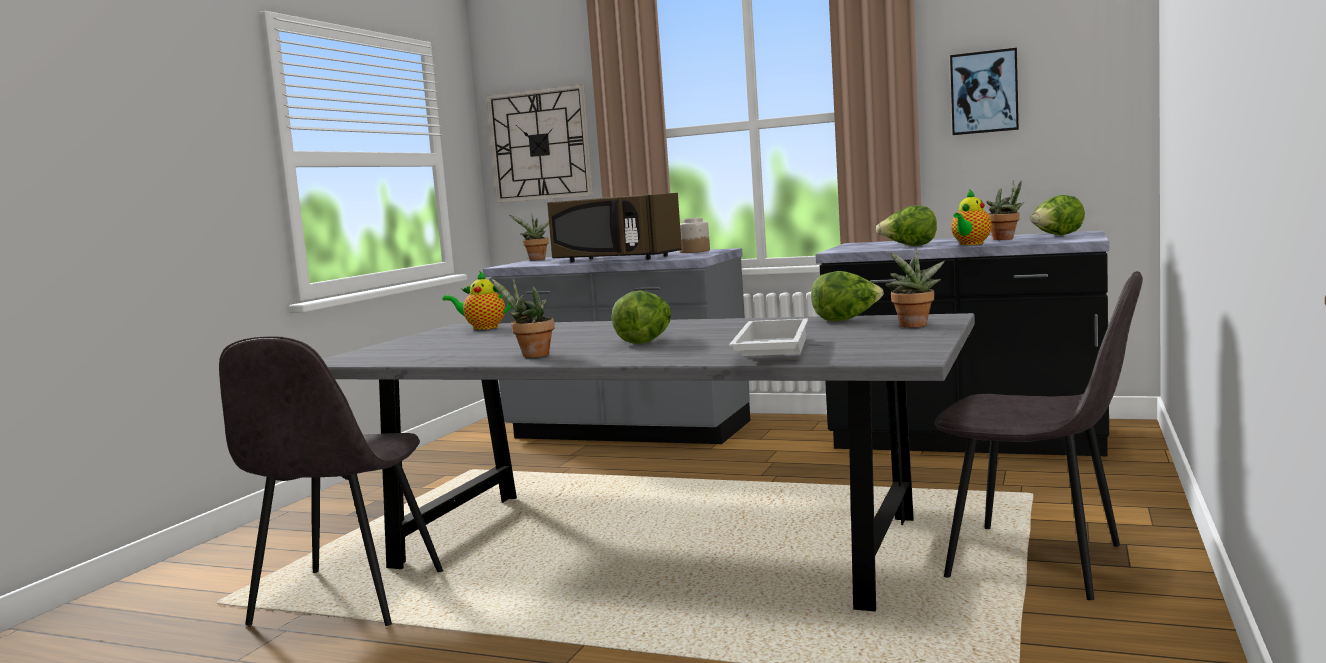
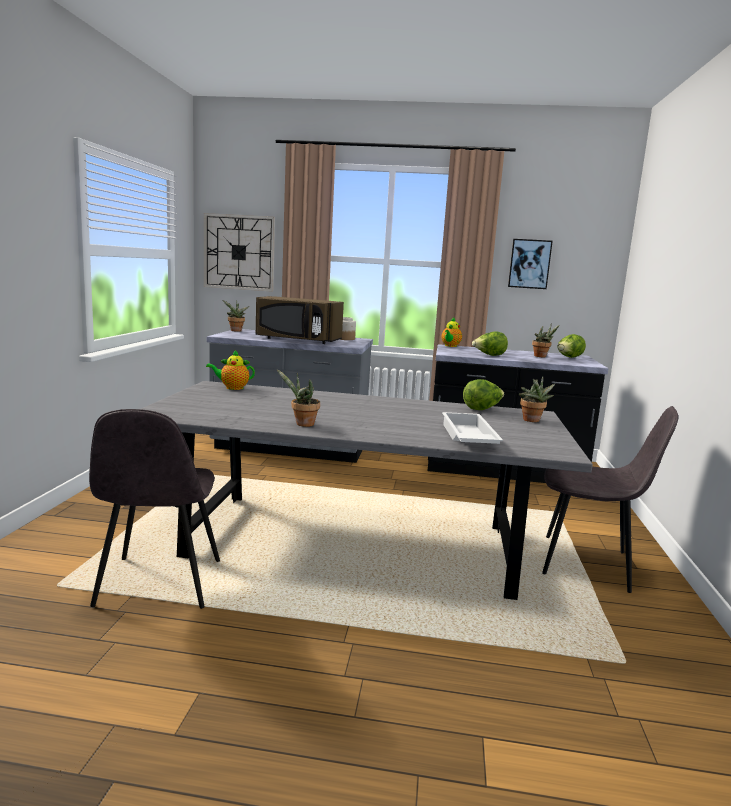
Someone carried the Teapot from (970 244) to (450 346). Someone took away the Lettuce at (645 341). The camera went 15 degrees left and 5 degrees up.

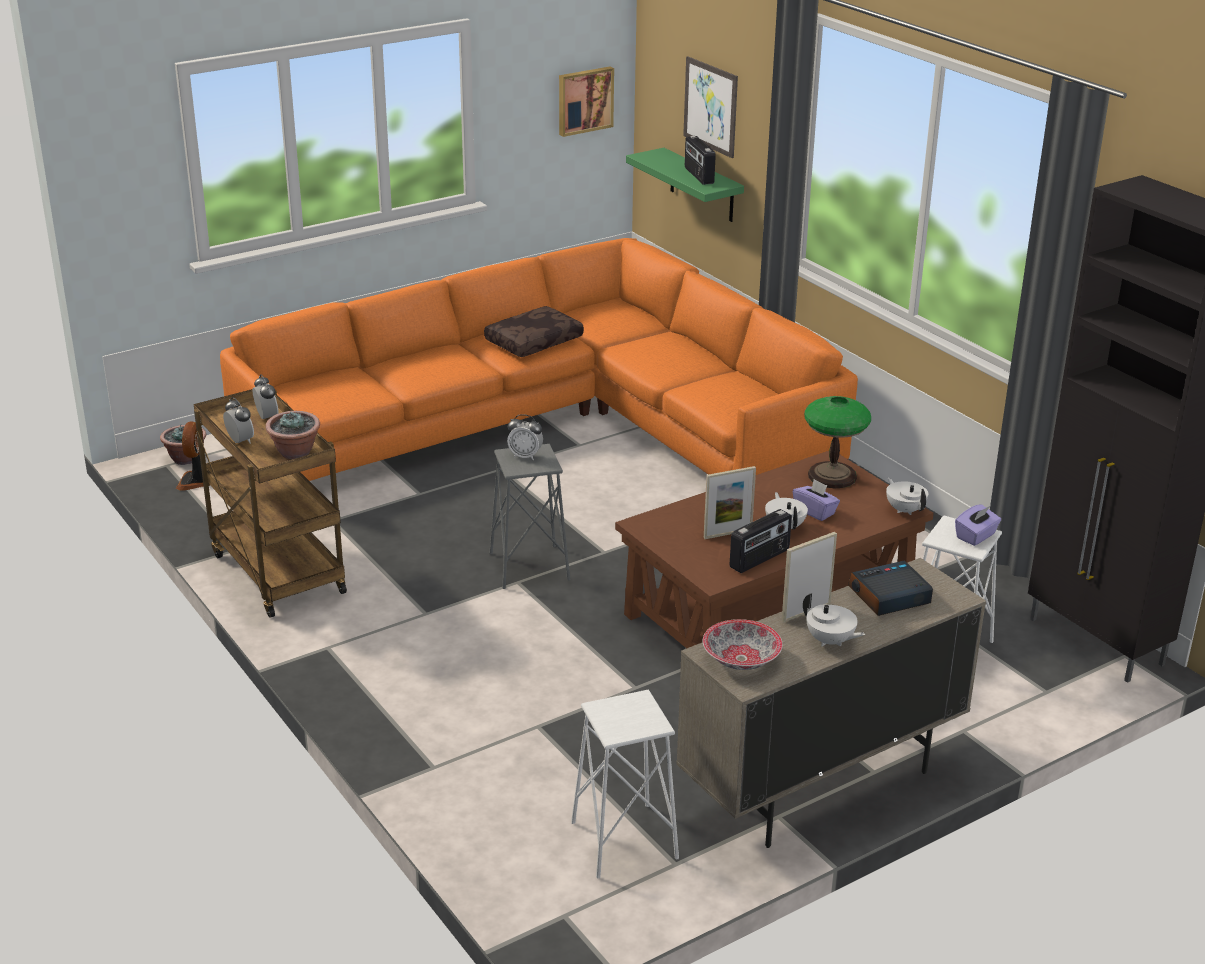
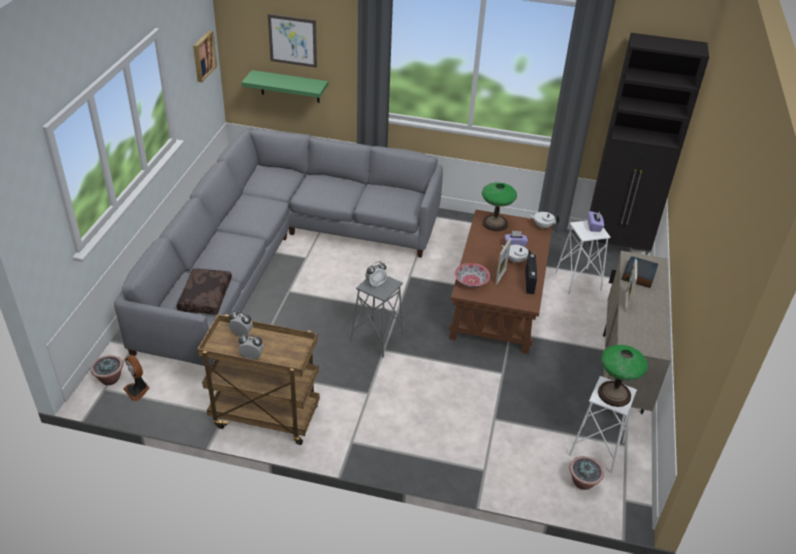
Someone took away the RadioSet at (698 176). Someone repainted the OrangeyCouch at (553 424), which became the GreyishCouch at (278 252). Someone carried the BrownPillow from (533 341) to (204 296). Someone carried the PottedPlant from (295 453) to (583 482). Someone took away the WhiteColouredTeapot at (830 641). Someone carried the DeepDish from (741 659) to (471 281). Someone put down the TabletopLamp at (614 394). The camera went 45 degrees left and 10 degrees up.

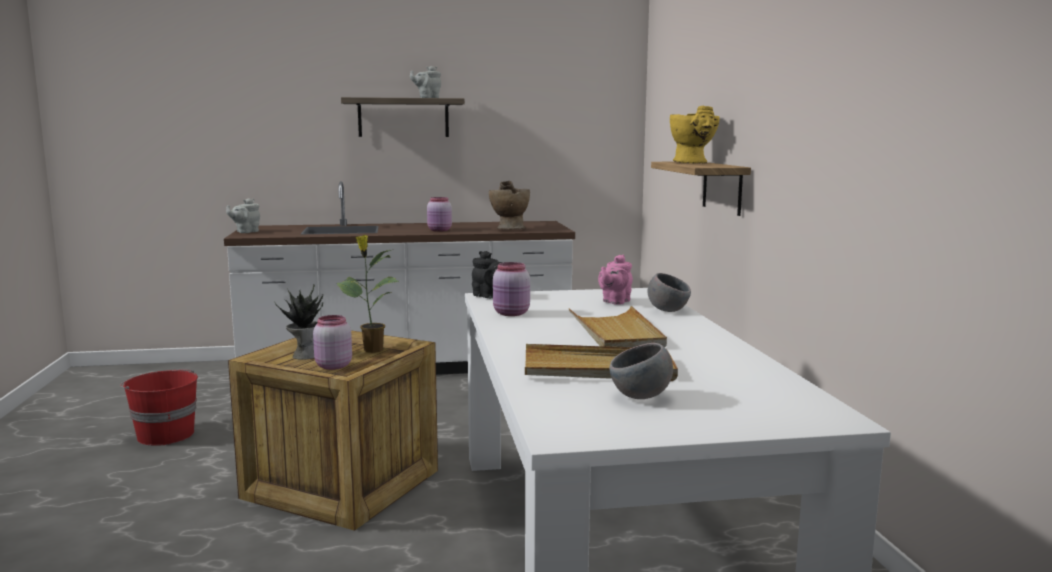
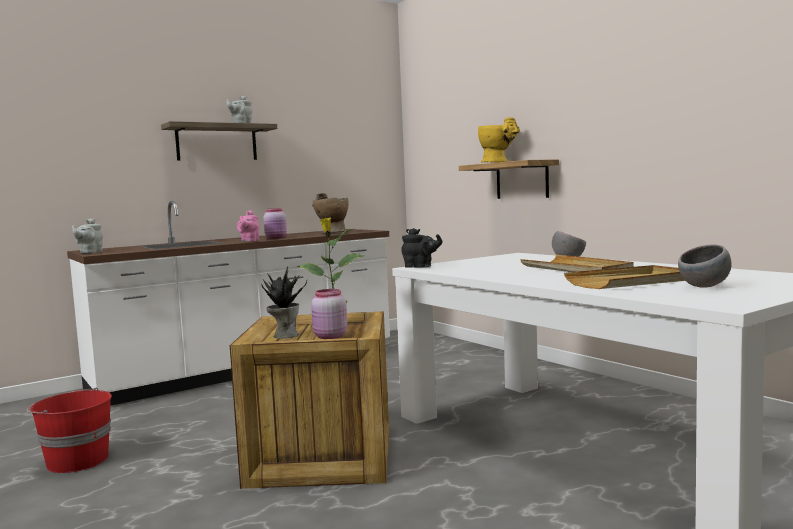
Someone carried the PinkTeapot from (615 301) to (249 241). Someone took away the PinkStorageJar at (511 313). The camera went 25 degrees left and 5 degrees down.

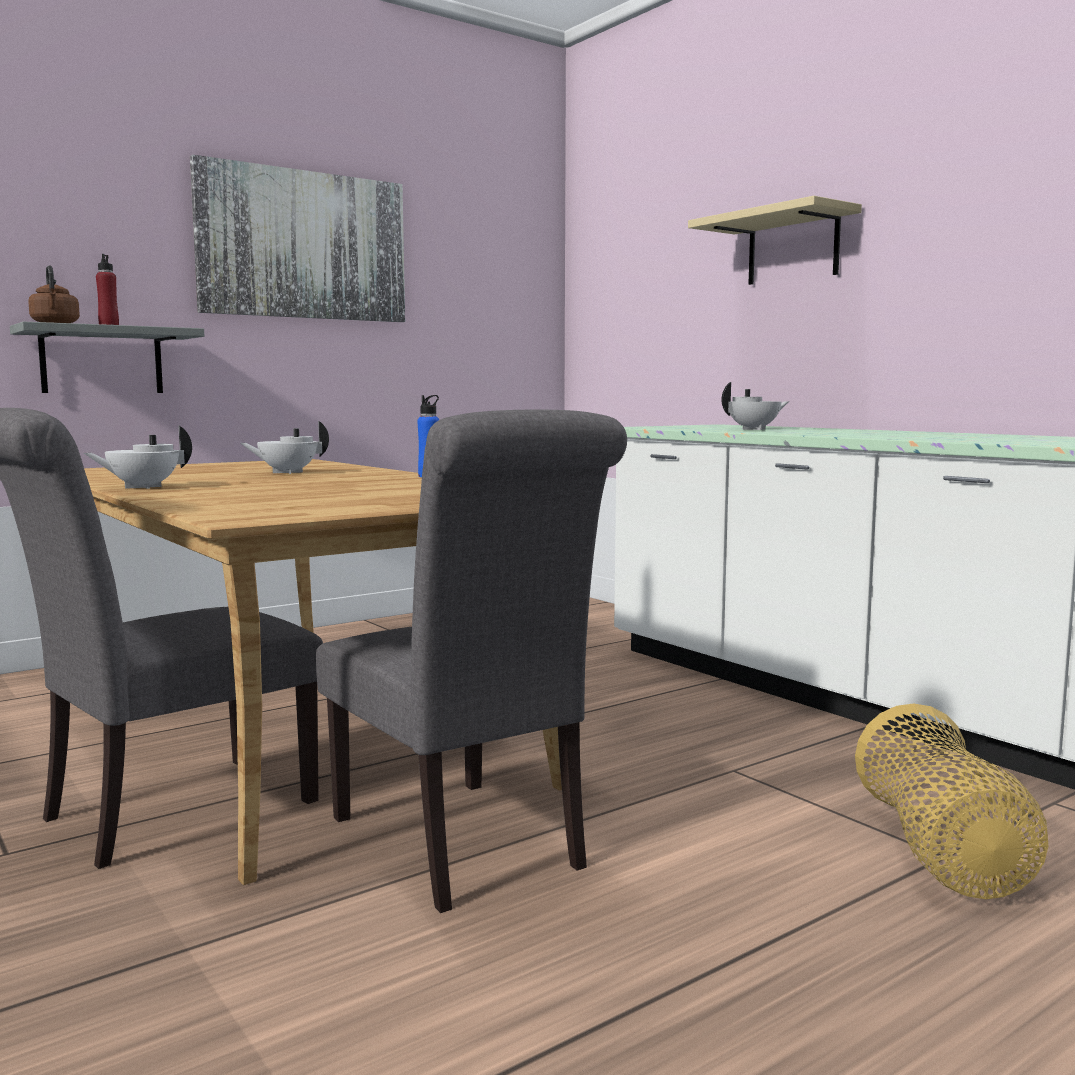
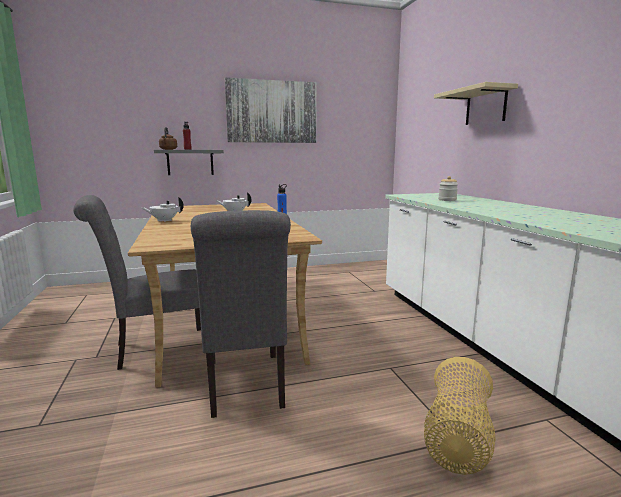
Someone swapped the WhiteColouredTeapot at (754 429) for the StorageJar at (447 200). The camera went 20 degrees right and 5 degrees up.

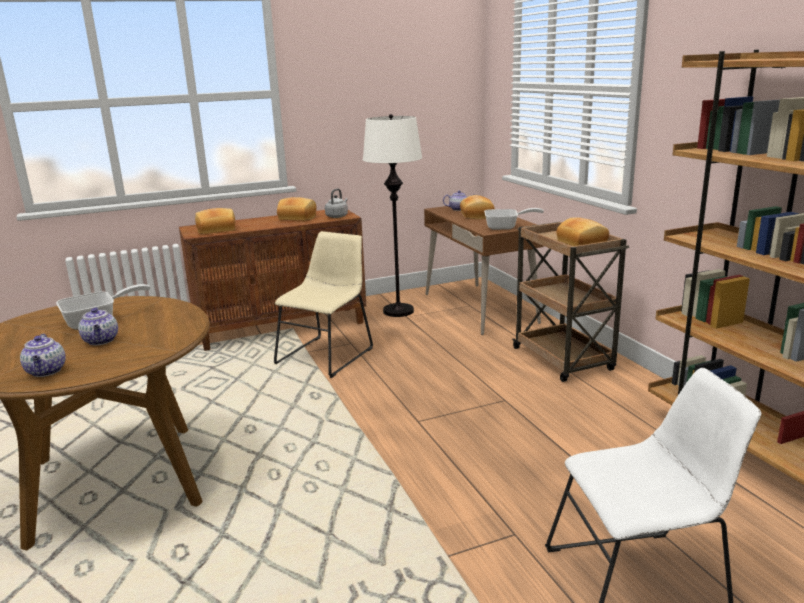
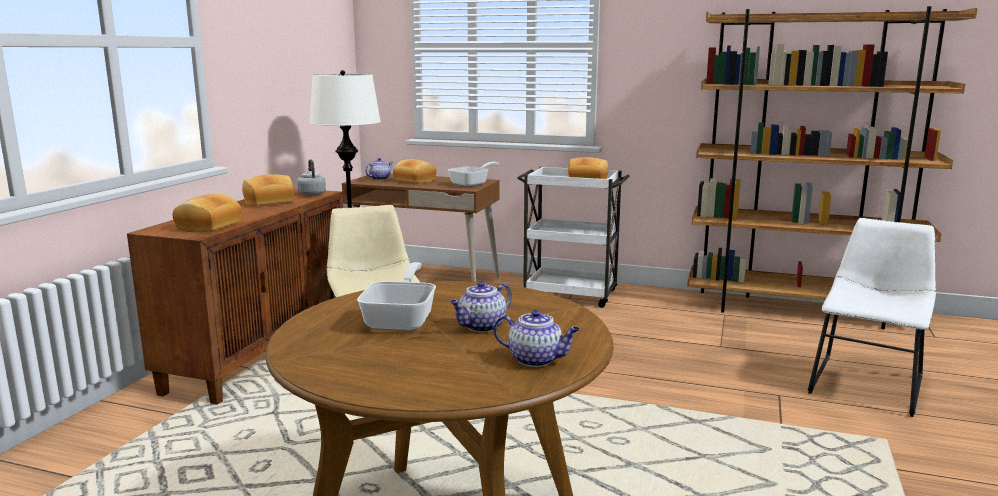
Someone repainted the BrownTrolley at (563 360), which became the WhiteColouredTrolley at (570 295). Someone rotated the Teapot at (101 341) by 120 degrees clockwise. The camera went 50 degrees left and 5 degrees down.

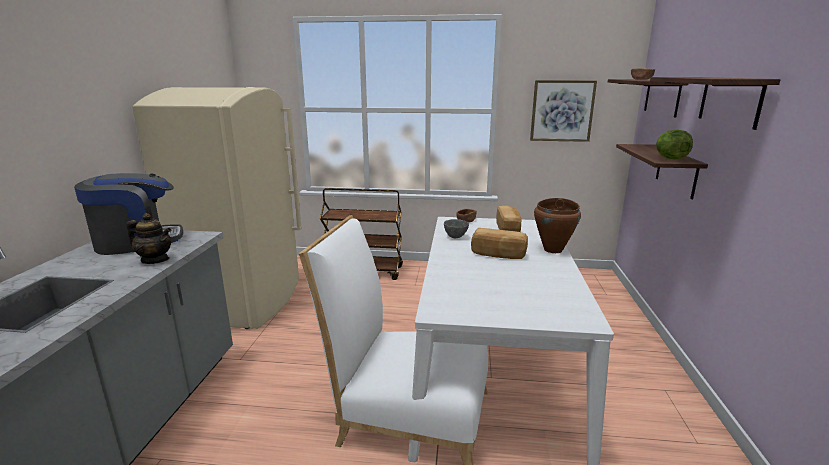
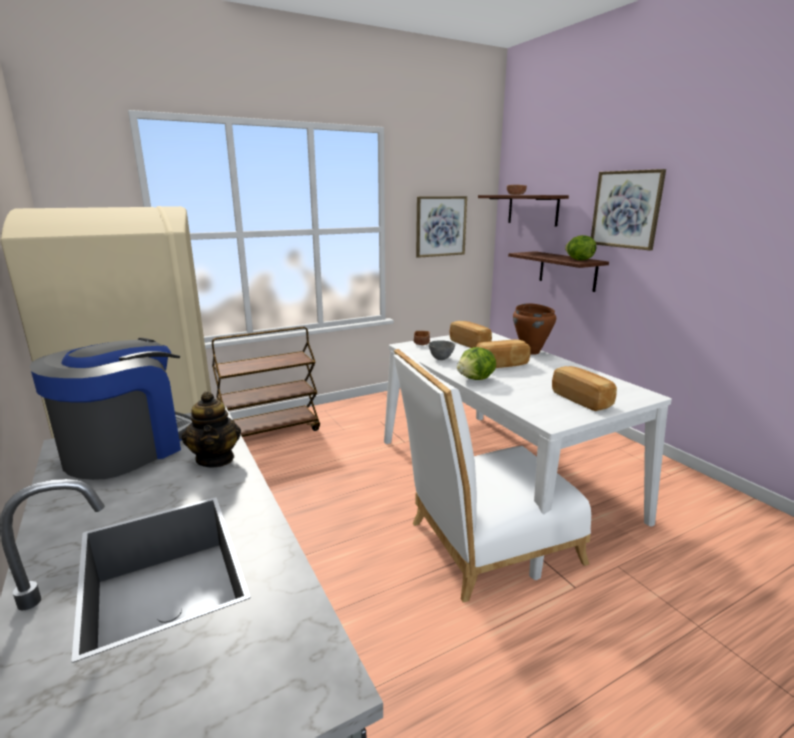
Someone swapped the BracketShelf at (729 100) for the Picture at (626 209). Someone rotated the Teapot at (155 260) by 90 degrees clockwise. Someone put down the Lettuce at (476 379). Someone put down the Bread at (582 399). The camera went 35 degrees left and 0 degrees up.

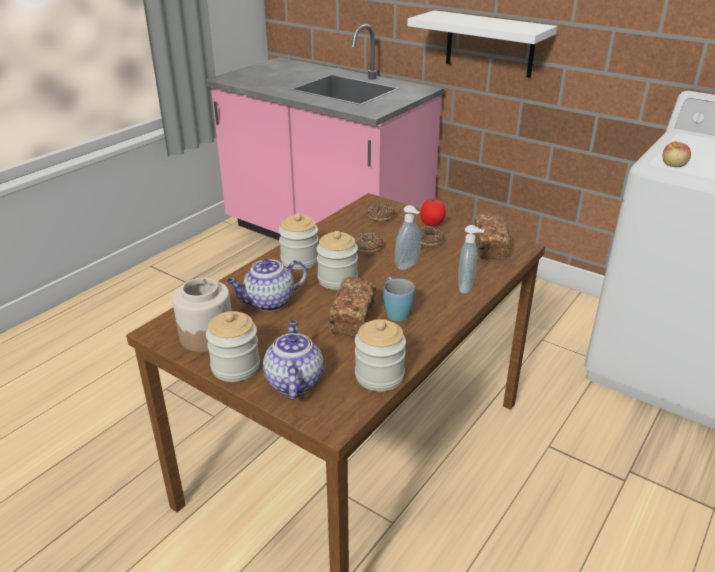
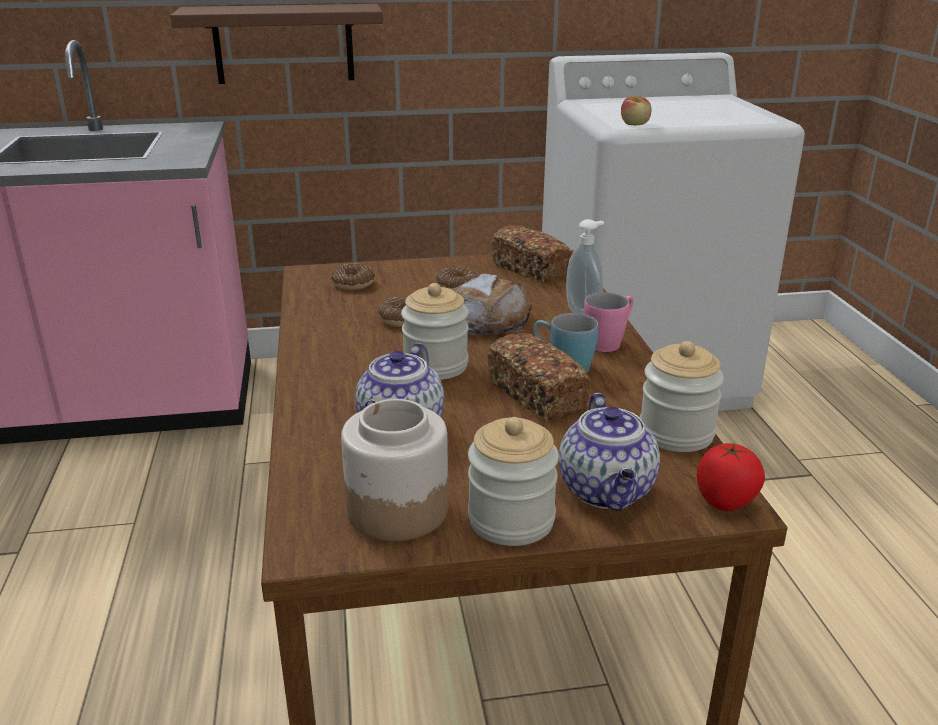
Someone repainted the WhiteColouredBracketShelf at (489 44), which became the BrownBracketShelf at (284 44). Someone carried the Tomato from (432 224) to (725 503). Someone swapped the LiquidSoapBottle at (408 266) for the Bread at (486 319). Someone took away the StorageJar at (300 260). Someone rotated the Teapot at (293 381) by 135 degrees counterclockwise. Someone put down the PinkTeaMug at (609 342). The camera went 45 degrees left and 5 degrees down.

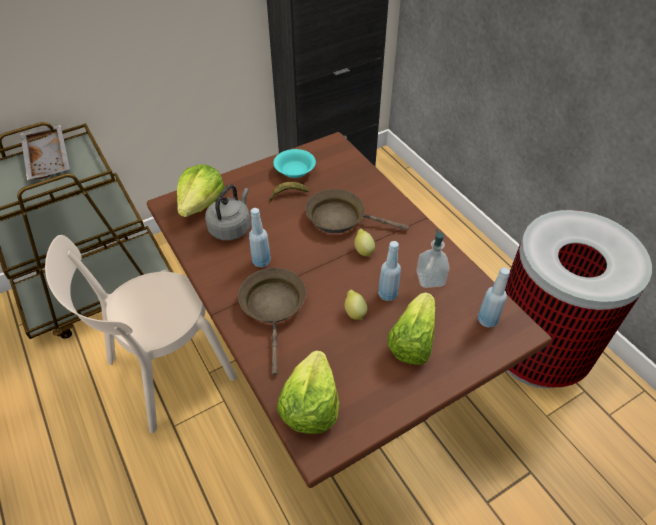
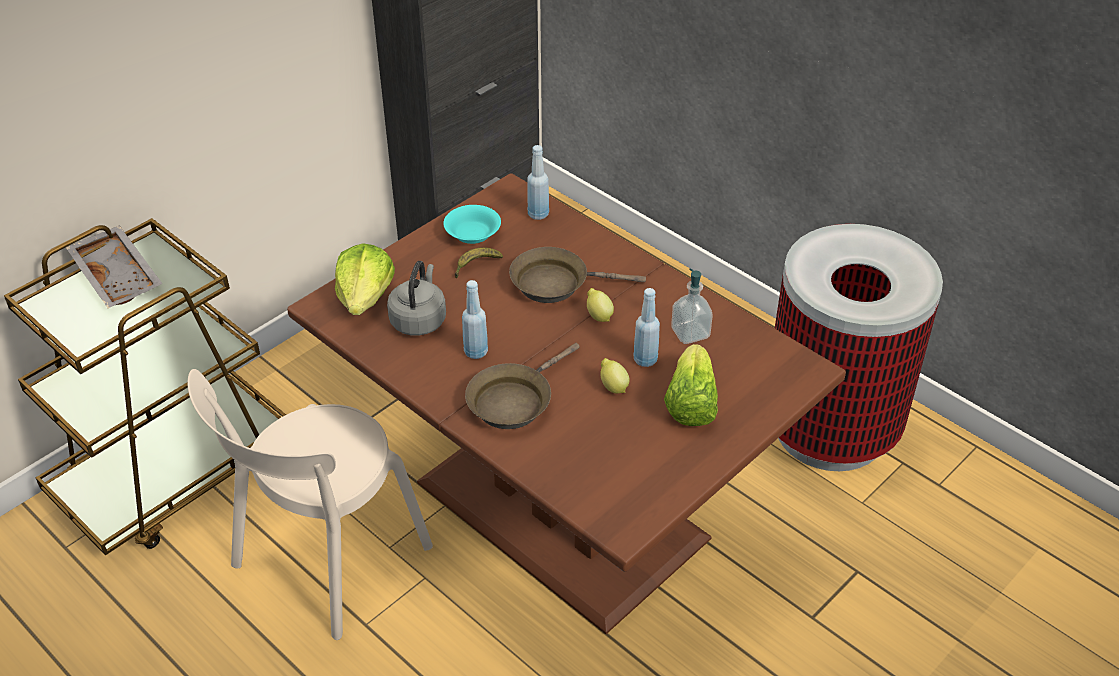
Someone carried the BlueColouredDrinkBottle from (487 320) to (538 214). Someone rotated the BrownPan at (274 308) by 120 degrees counterclockwise. Someone took away the Lettuce at (310 405). The camera went 15 degrees left and 5 degrees down.

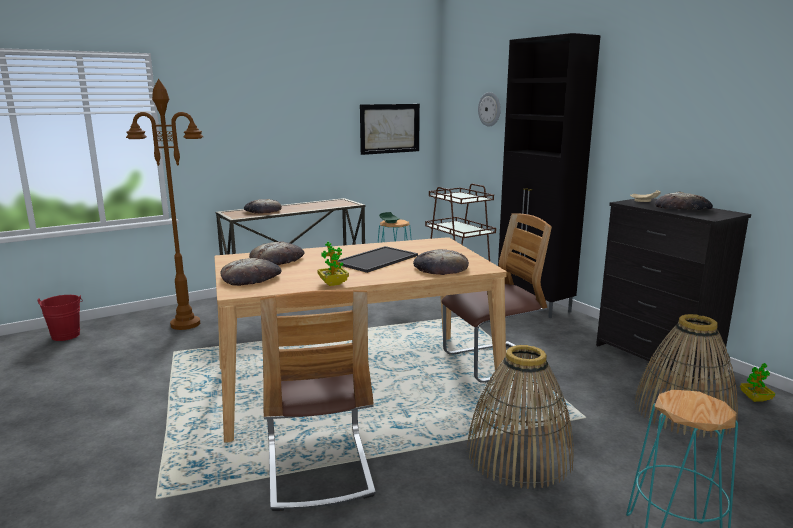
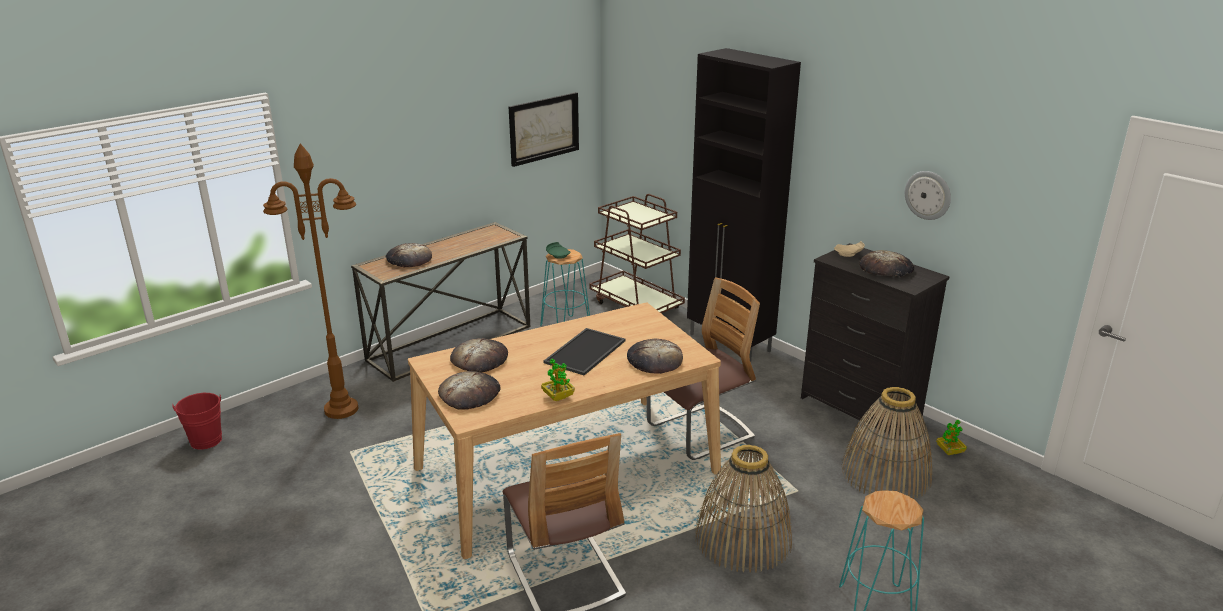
Someone carried the HangingClock from (490 109) to (928 195). The camera went 10 degrees left and 10 degrees up.

